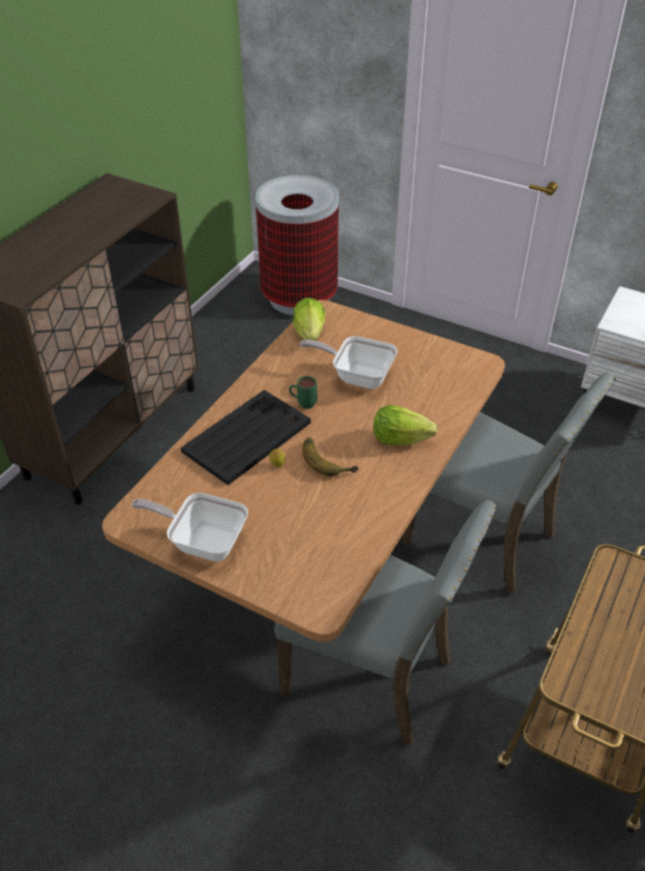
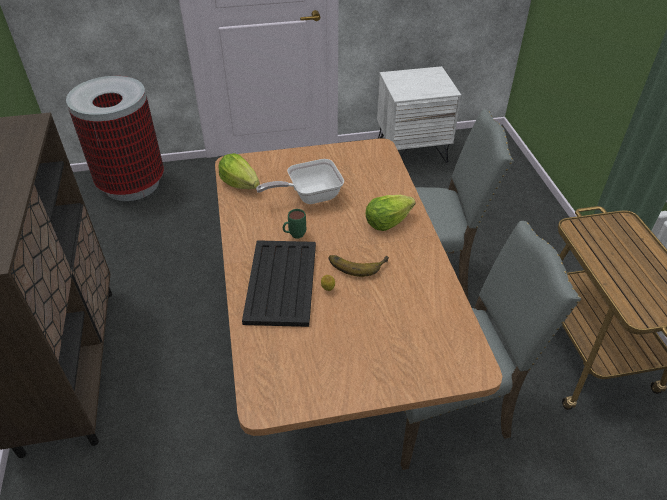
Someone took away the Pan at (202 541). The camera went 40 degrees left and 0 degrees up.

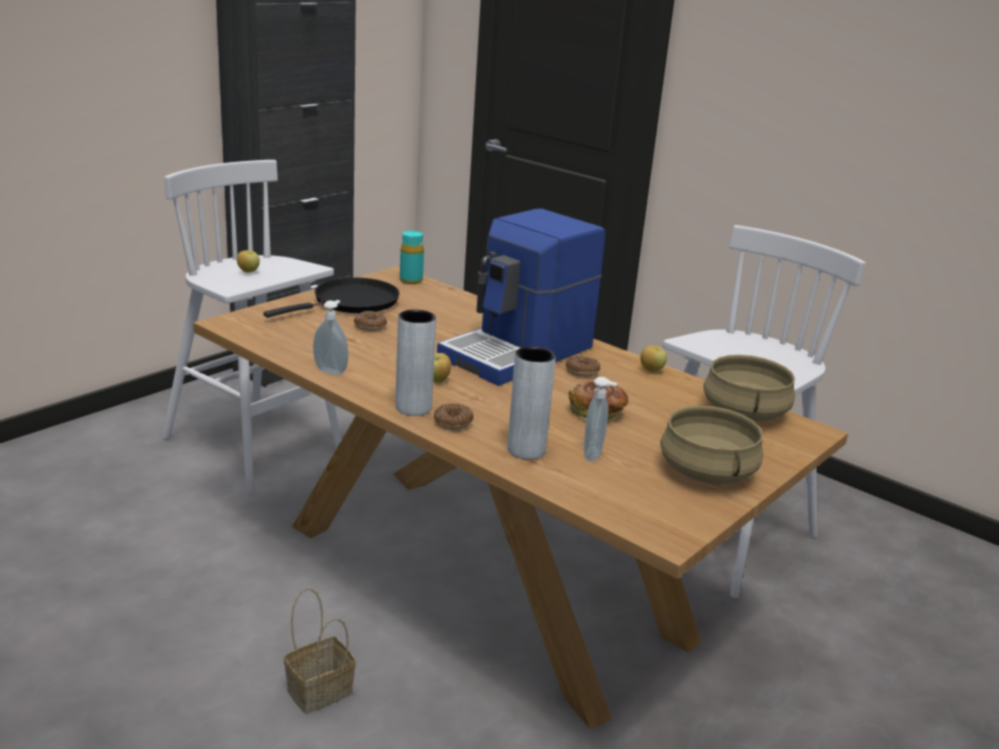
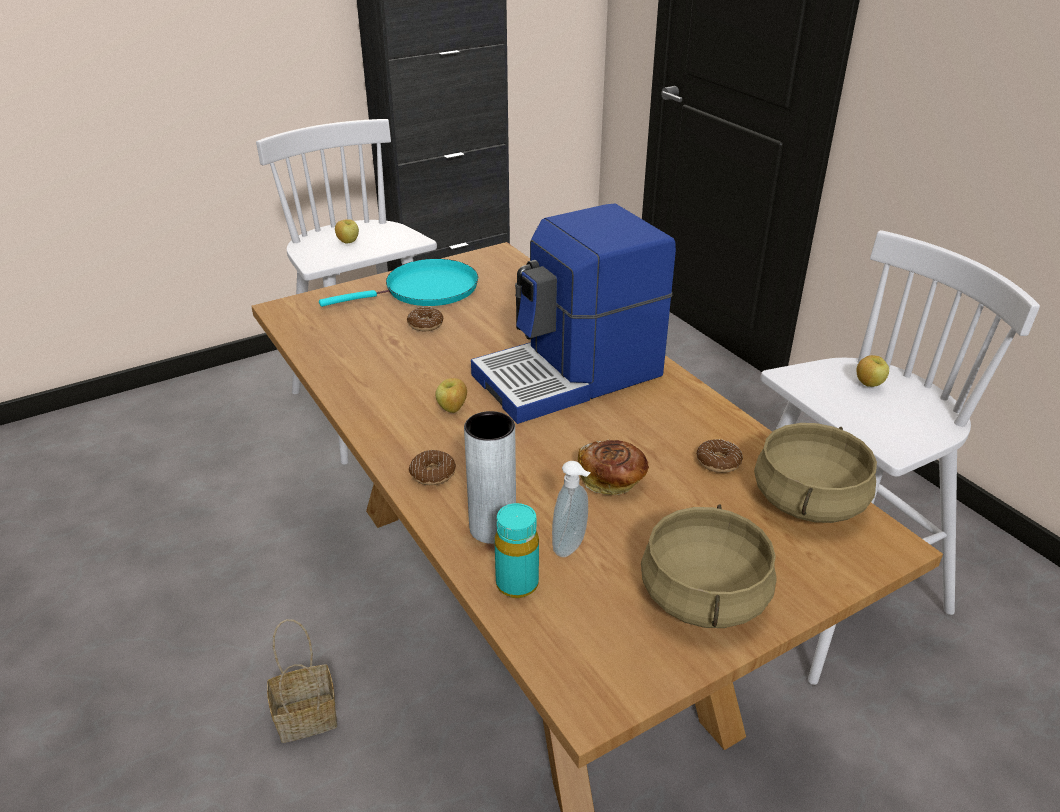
Someone carried the BlueGreenDrinkBottle from (411 281) to (517 584). Someone repainted the BlackishPan at (351 303), which became the BlueGreenPan at (425 290). Someone took away the LiquidSoapBottle at (331 371). Someone took away the GreyishVase at (413 408). Someone carried the WholeApple from (651 370) to (869 384). Someone carried the Doughnut from (582 371) to (718 462). The camera went 20 degrees right and 10 degrees up.

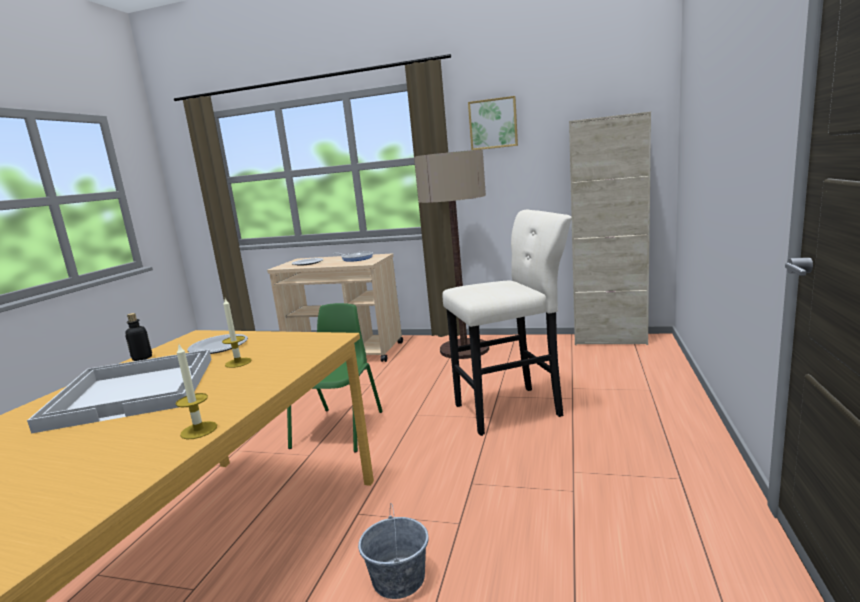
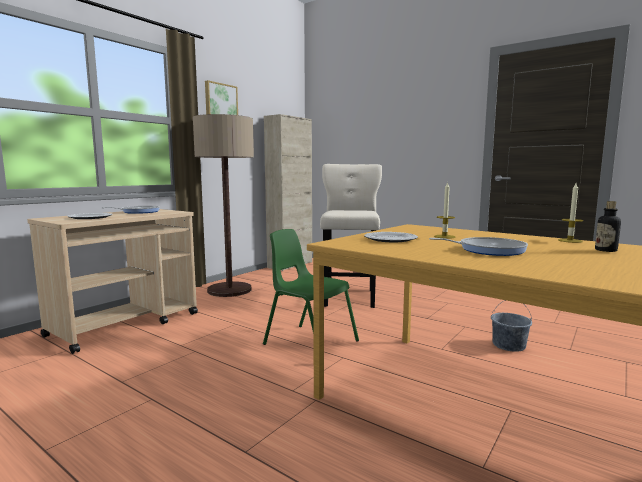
Someone carried the DrinkBottle from (142 358) to (605 250). Someone swapped the WhiteColouredTray at (136 390) for the Pan at (488 250). The camera went 70 degrees left and 5 degrees down.

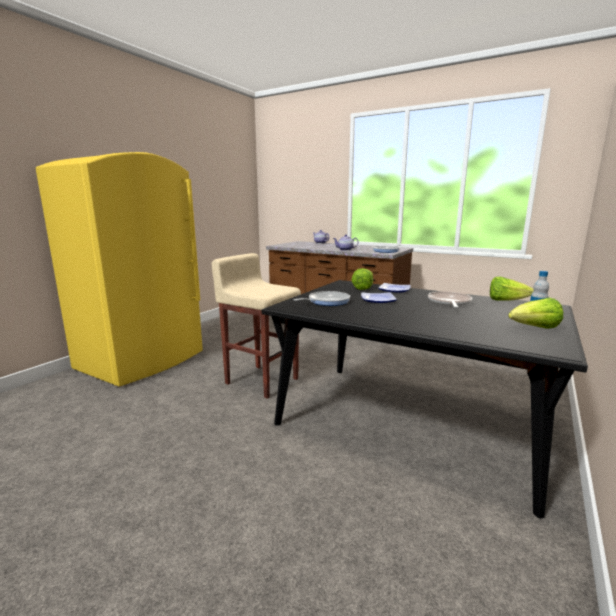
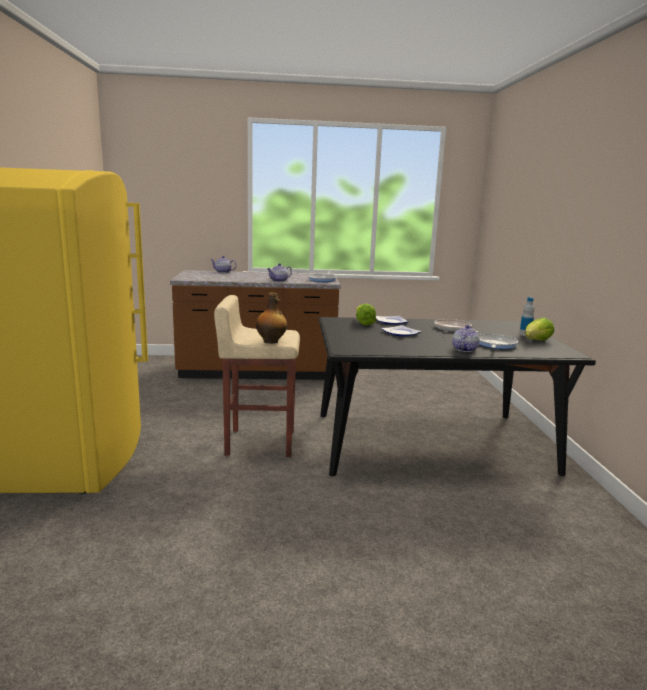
Someone took away the Lettuce at (506 301). Someone carried the Pan from (326 301) to (495 345). Someone put down the DrinkBottle at (271 342). Someone put down the Teapot at (464 349). The camera went 35 degrees left and 0 degrees up.

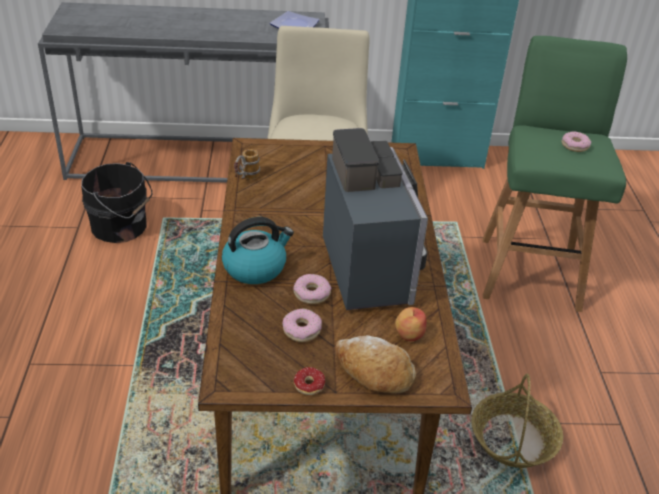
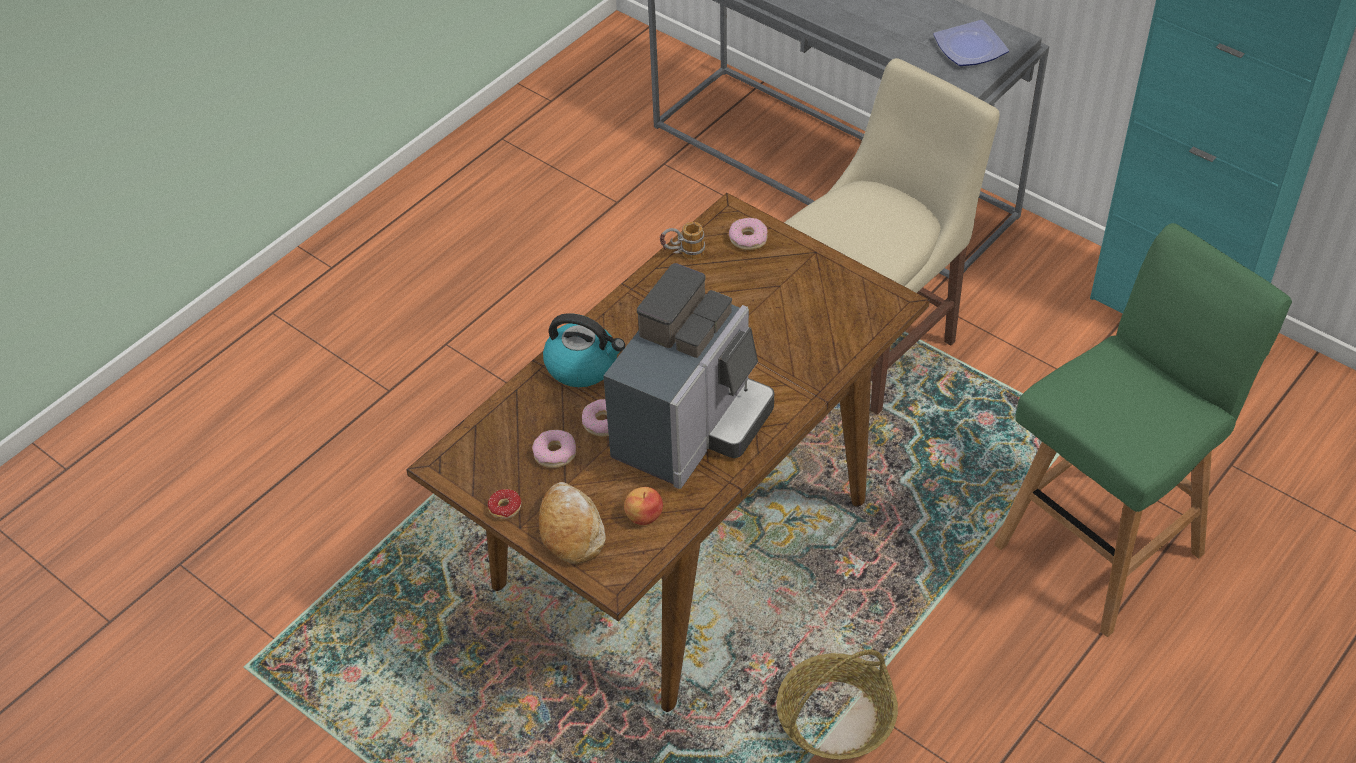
Someone carried the Doughnut from (575 146) to (748 238). Someone took away the BlackishBucket at (121 227). The camera went 45 degrees right and 10 degrees up.

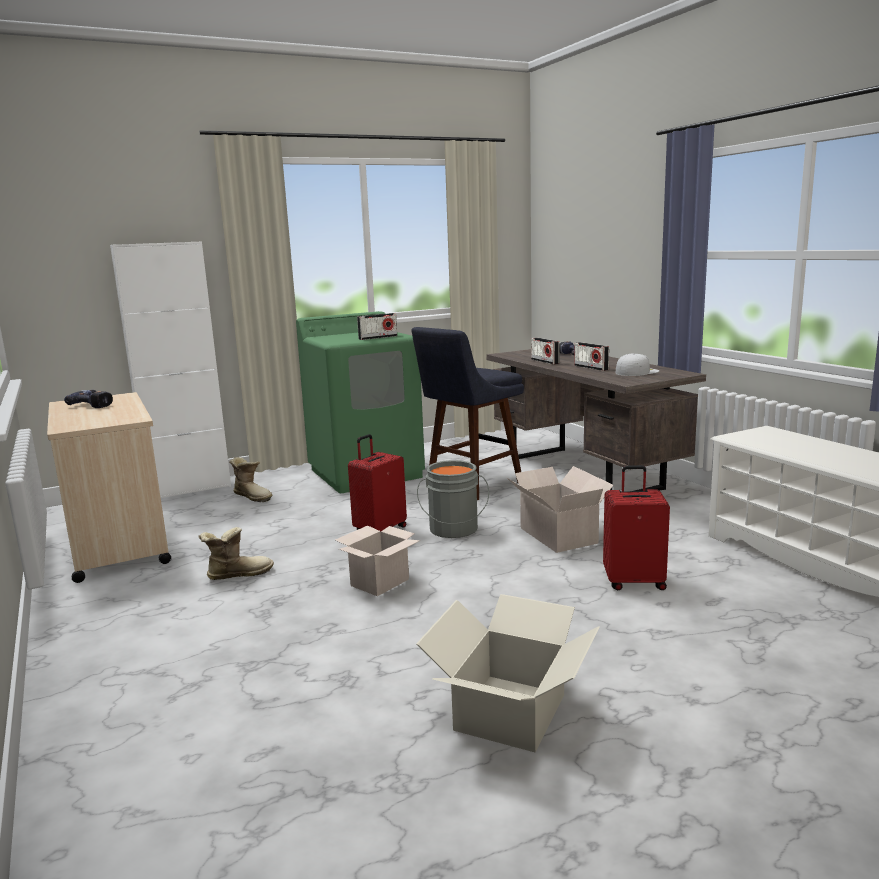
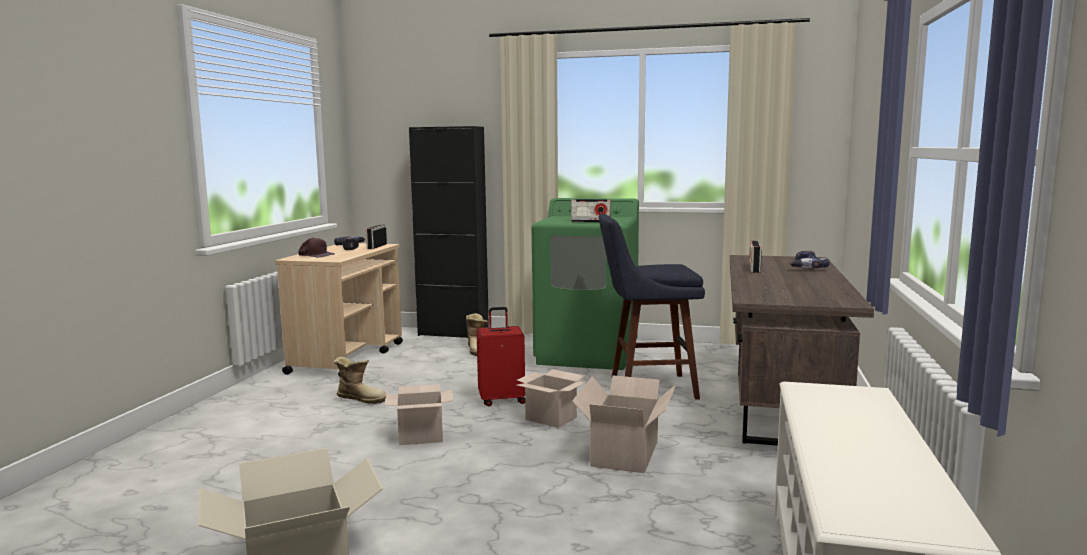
Someone repainted the WhiteColouredCupboard at (189 488), which became the BlackishCupboard at (453 333). Someone carried the RadioSet from (591 367) to (376 246). Someone took away the WhiteColouredBaseballCap at (637 372). Someone swapped the GreyishBucket at (453 530) for the PackingBox at (552 418). Someone took away the RedTravelCase at (634 581). Someone put down the BrownBaseballCap at (316 255). The camera went 40 degrees right and 5 degrees down.

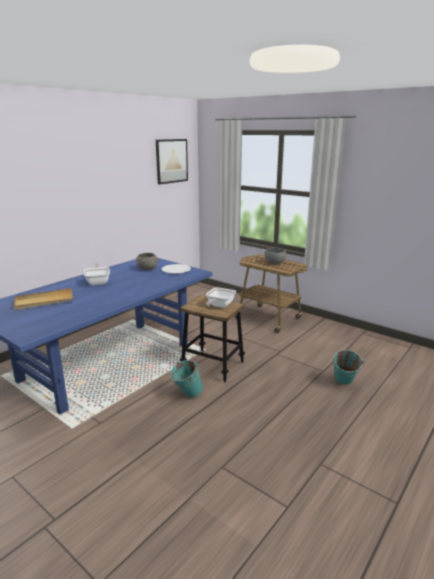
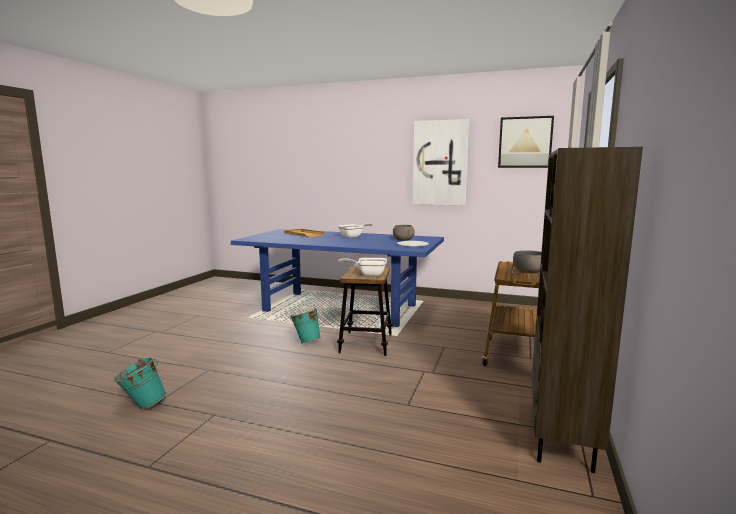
Someone carried the BlueGreenBucket from (344 384) to (142 406). Someone put up the Picture at (440 163). Someone put down the BrownBookcase at (563 437). The camera went 70 degrees right and 10 degrees down.

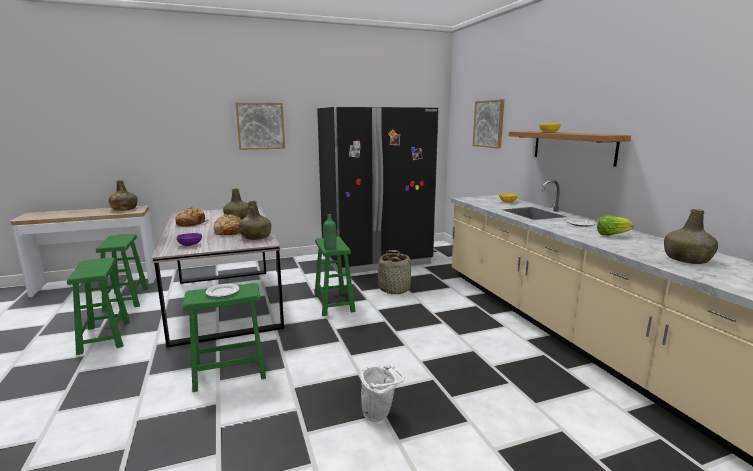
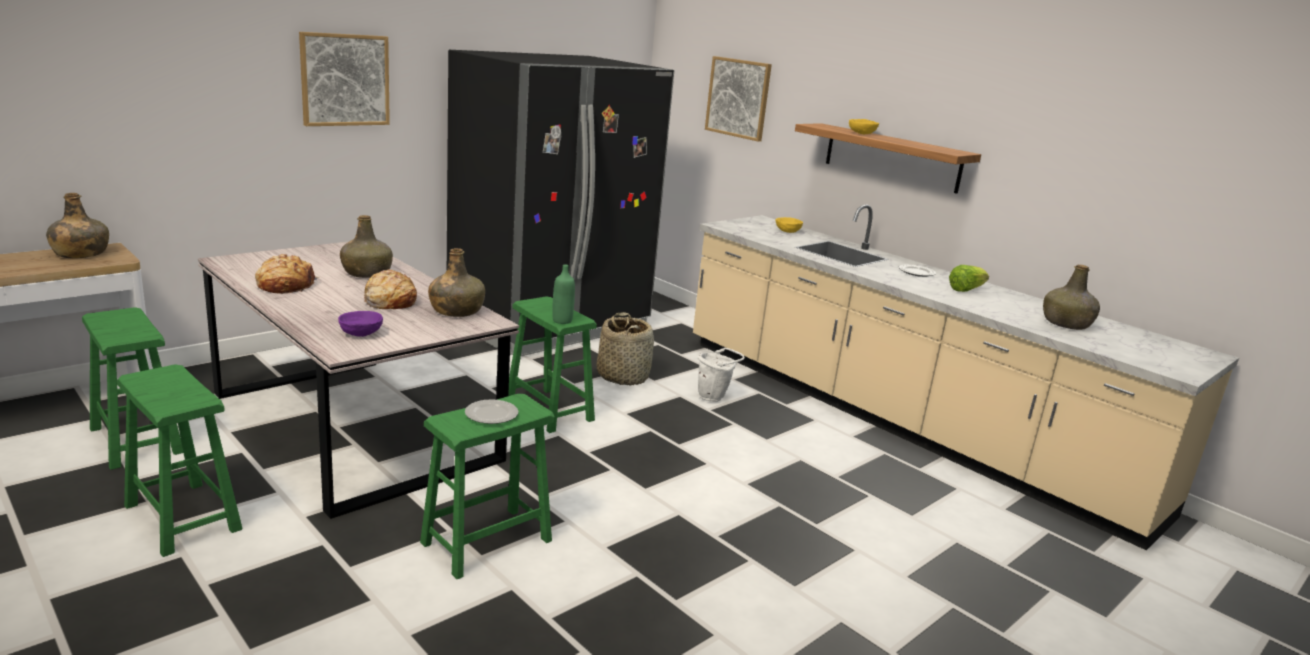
Someone carried the WhiteColouredBucket from (380 415) to (714 397). The camera went 25 degrees left and 5 degrees up.

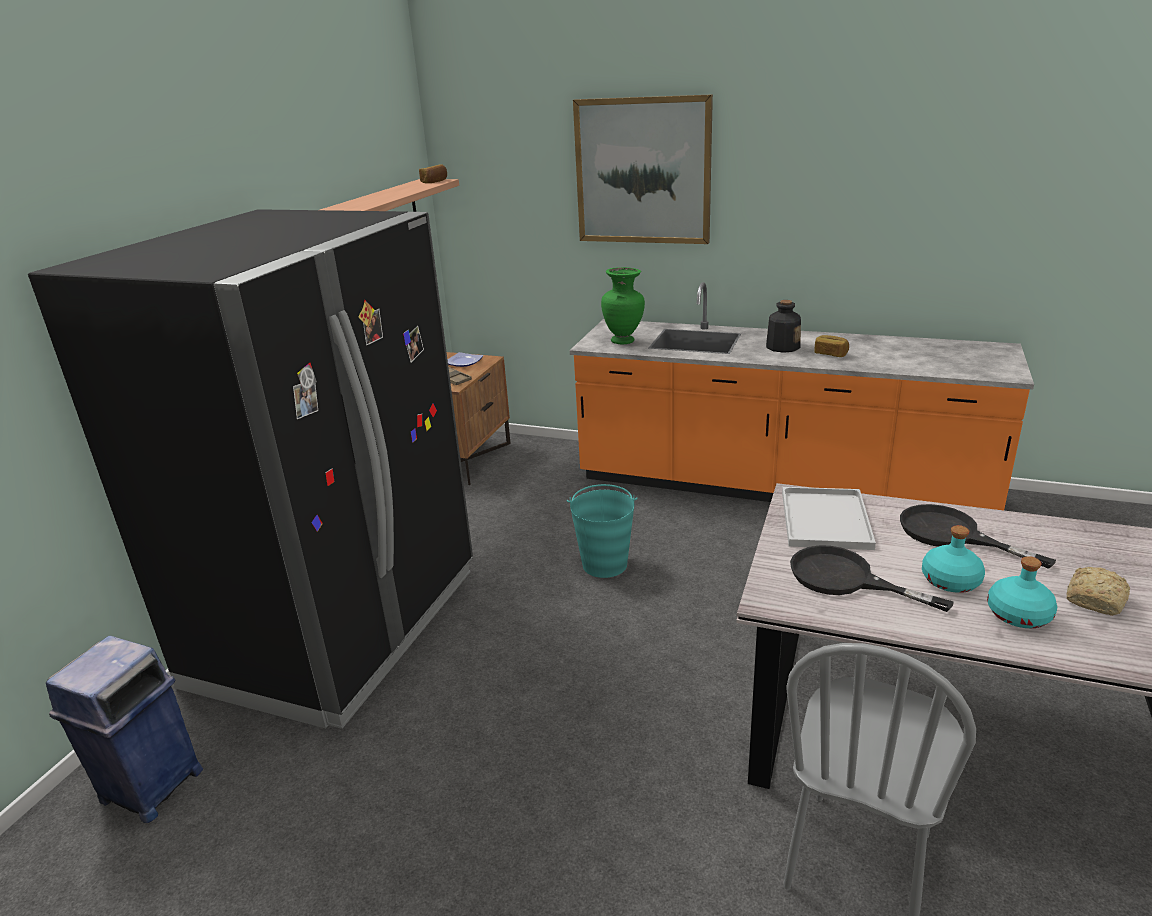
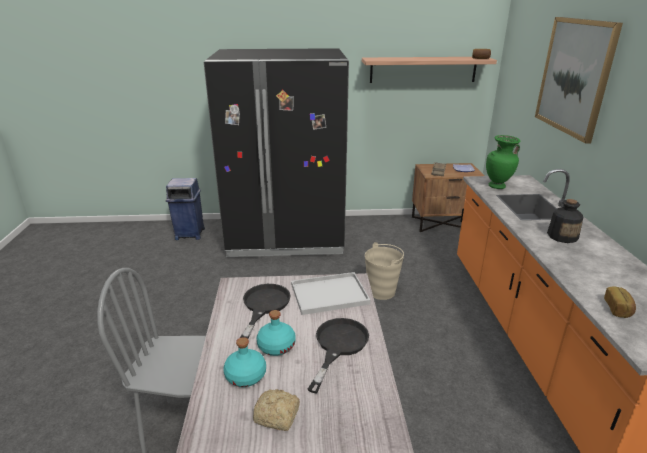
Someone carried the Bread from (830 354) to (618 309). Someone repainted the BlueGreenBucket at (605 564), which became the BeigeColouredBucket at (382 291). The camera went 65 degrees right and 0 degrees up.

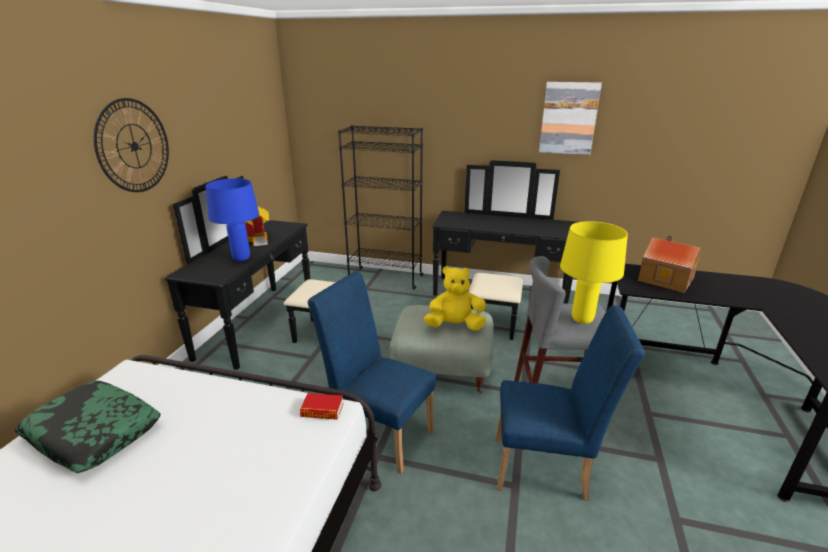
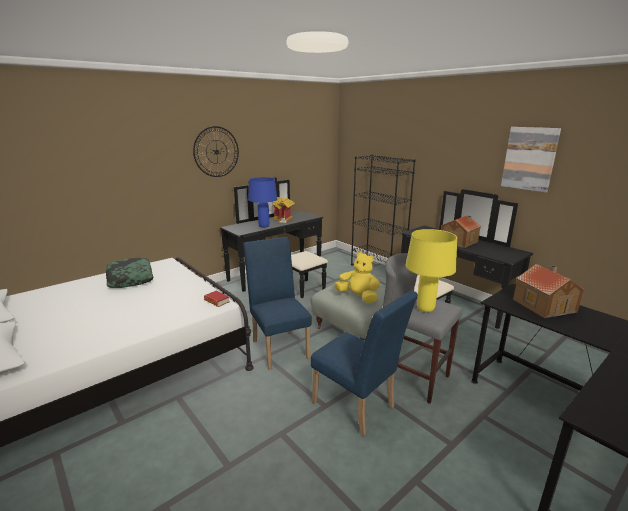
Someone put down the ToyHouse at (459 241). The camera went 35 degrees right and 5 degrees down.

